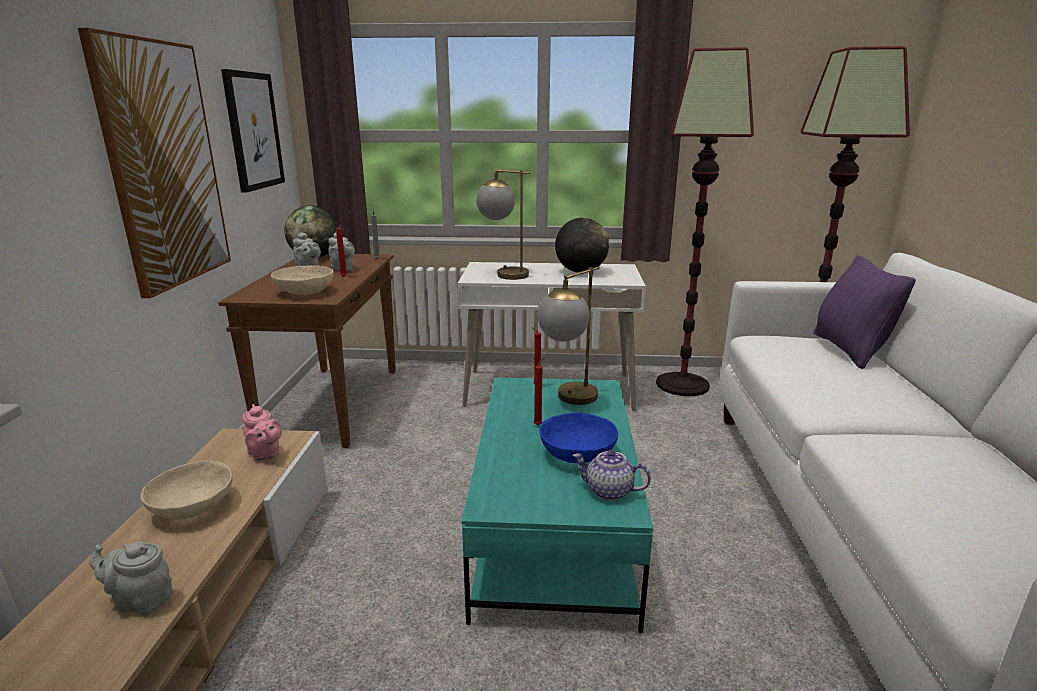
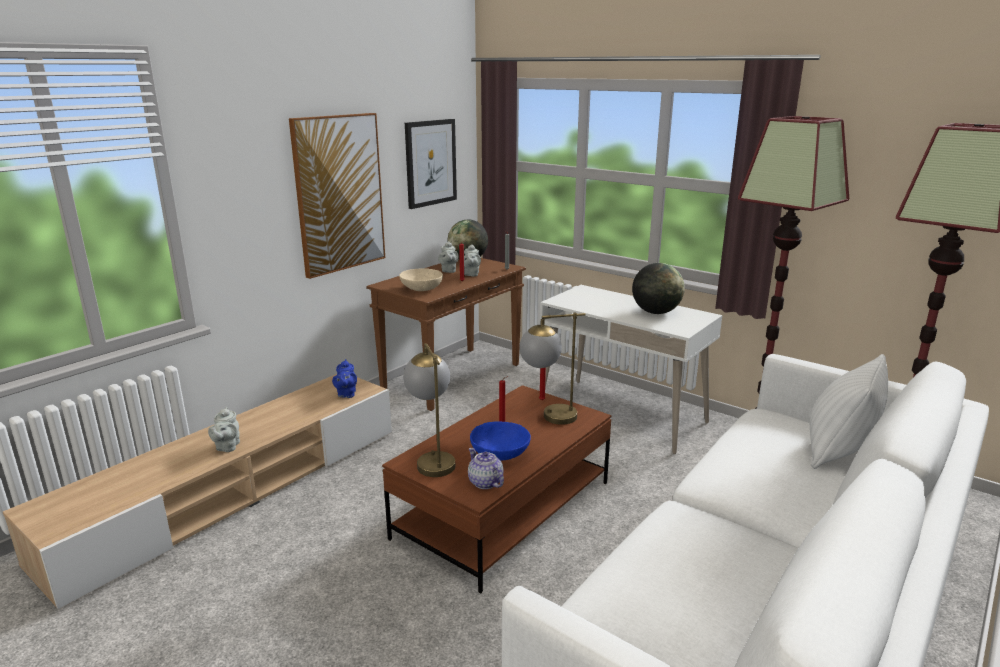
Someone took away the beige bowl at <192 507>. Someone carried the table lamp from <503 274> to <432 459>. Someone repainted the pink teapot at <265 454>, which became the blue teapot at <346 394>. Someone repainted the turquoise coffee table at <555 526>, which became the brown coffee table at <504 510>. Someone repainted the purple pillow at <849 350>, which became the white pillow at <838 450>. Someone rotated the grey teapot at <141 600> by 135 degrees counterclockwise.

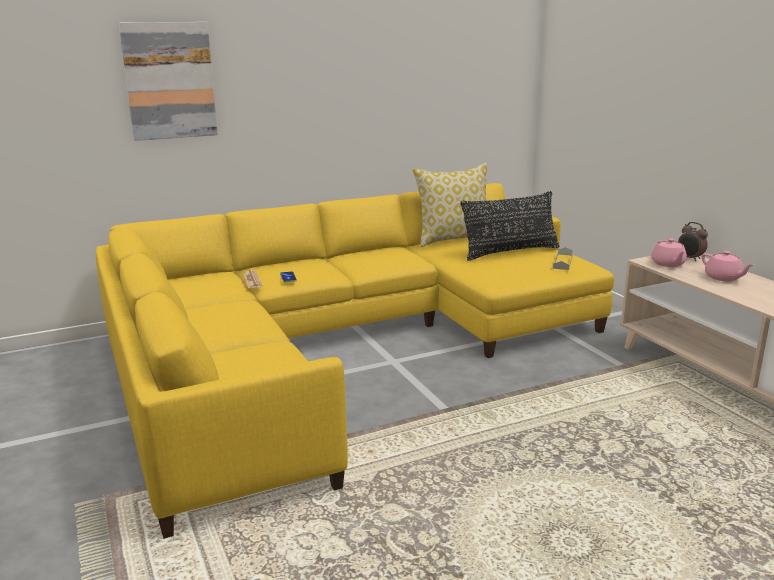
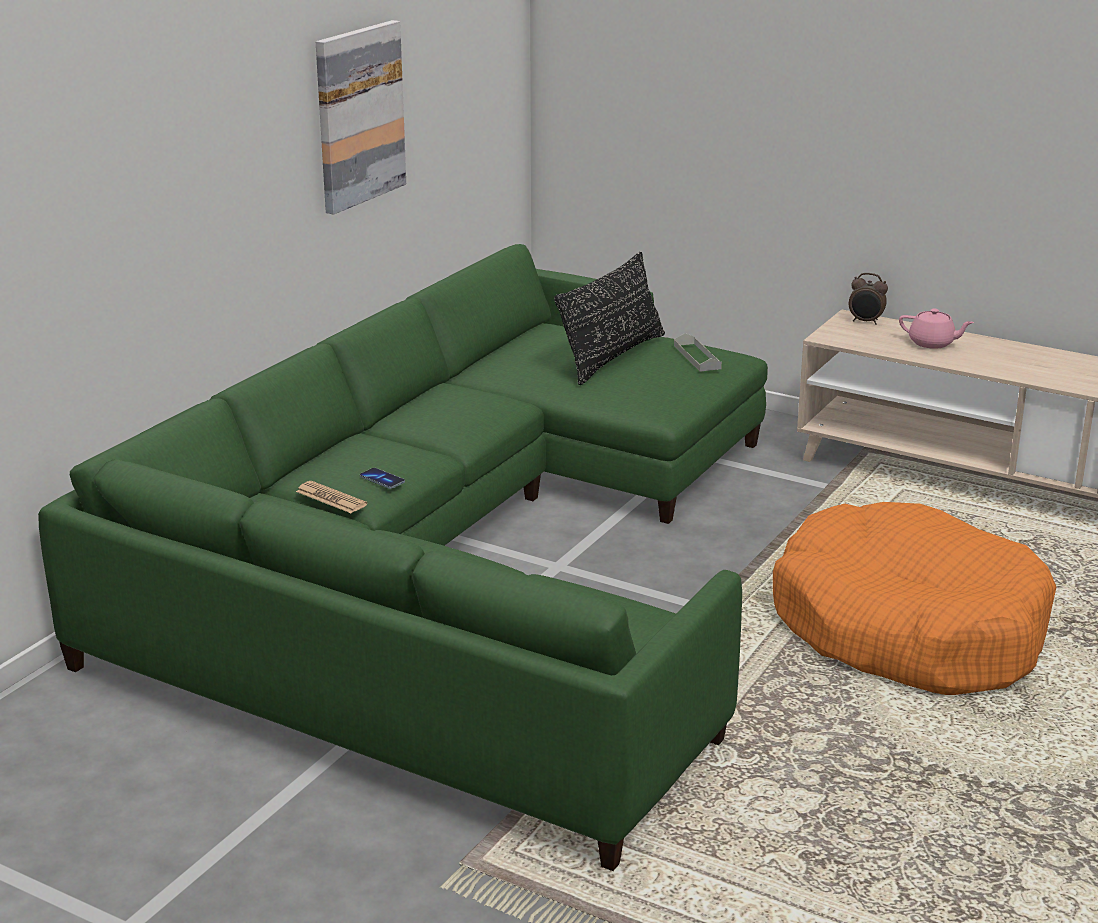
Someone took away the pillow at <453 239>. Someone took away the pink teapot at <668 264>. Someone put down the orange dog bed at <907 629>. Someone carried the picture from <169 81> to <359 115>. Someone repainted the yellow sofa at <342 346>, which became the green sofa at <458 566>.

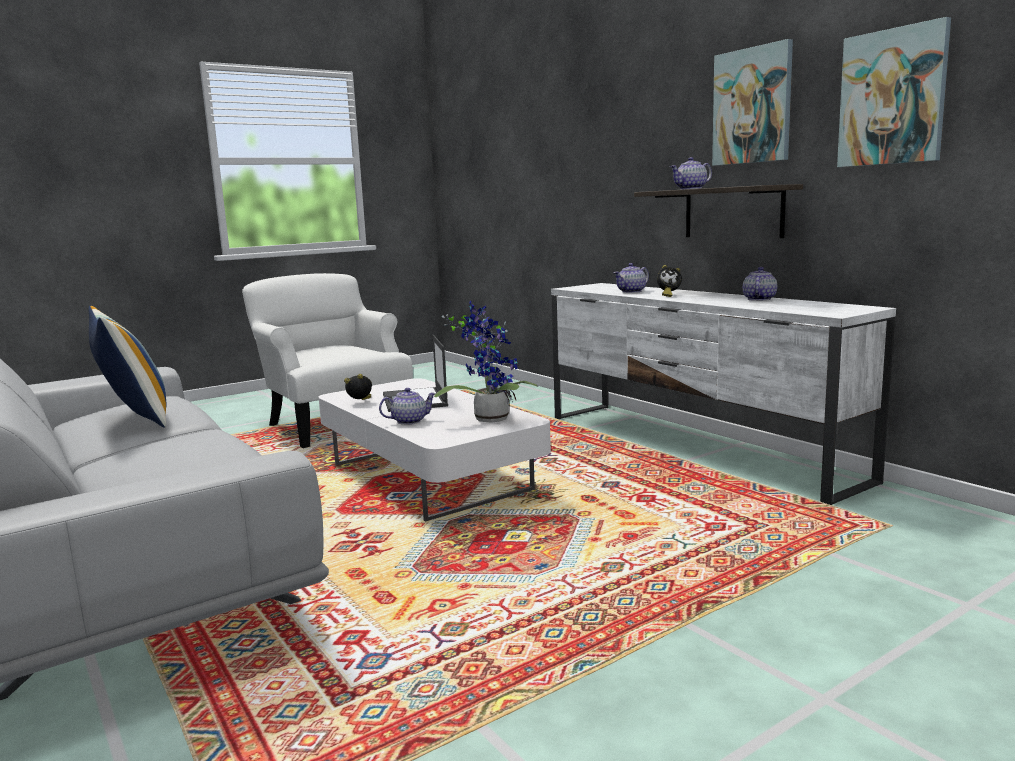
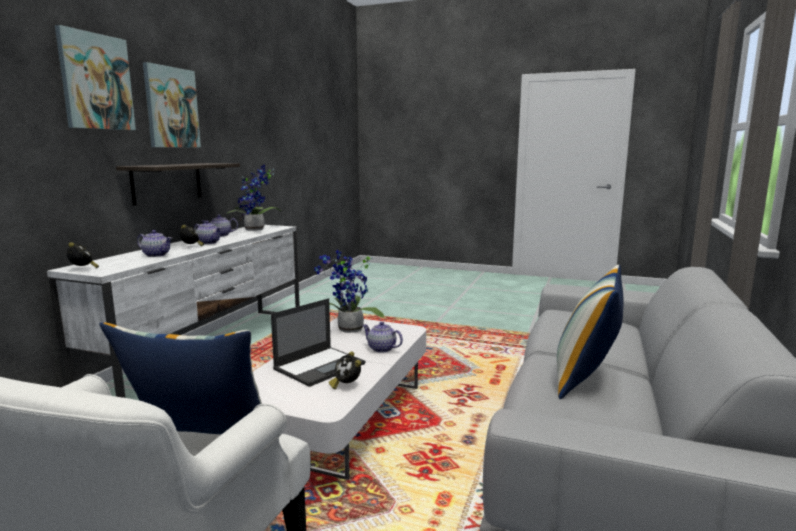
Someone put down the alarm clock at <83 269>. Someone put down the pillow at <199 444>. Someone put down the potted plant at <256 230>. Someone carried the teapot from <691 189> to <209 242>. Someone carried the picture from <892 97> to <96 82>.

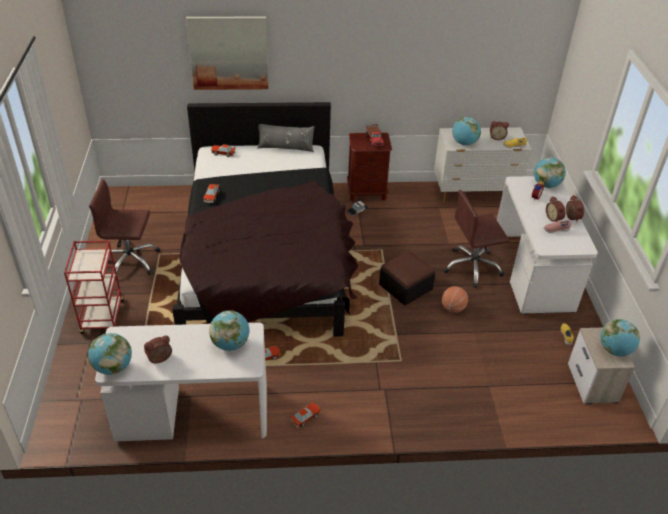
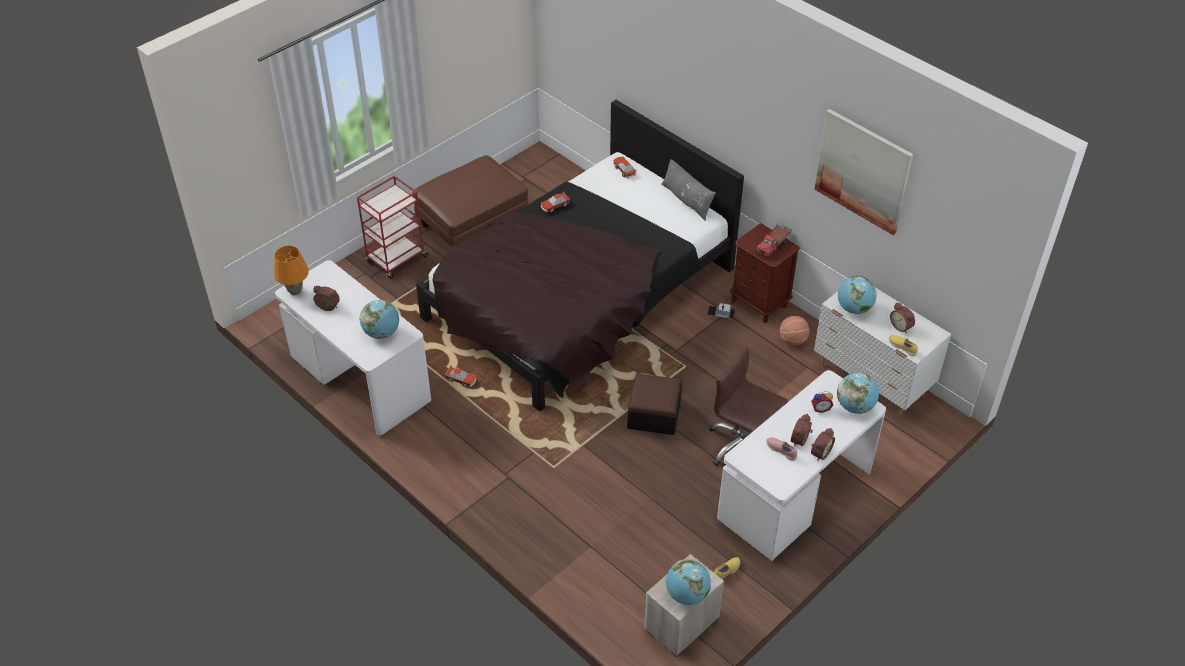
Someone took away the toy car at <305 417>. Someone carried the picture from <228 53> to <863 171>. Someone carried the basketball from <453 308> to <793 340>. Someone swapped the globe at <113 367> for the orange table lamp at <295 291>. Someone swapped the brown office chair at <130 261> for the brown ottoman at <473 226>.

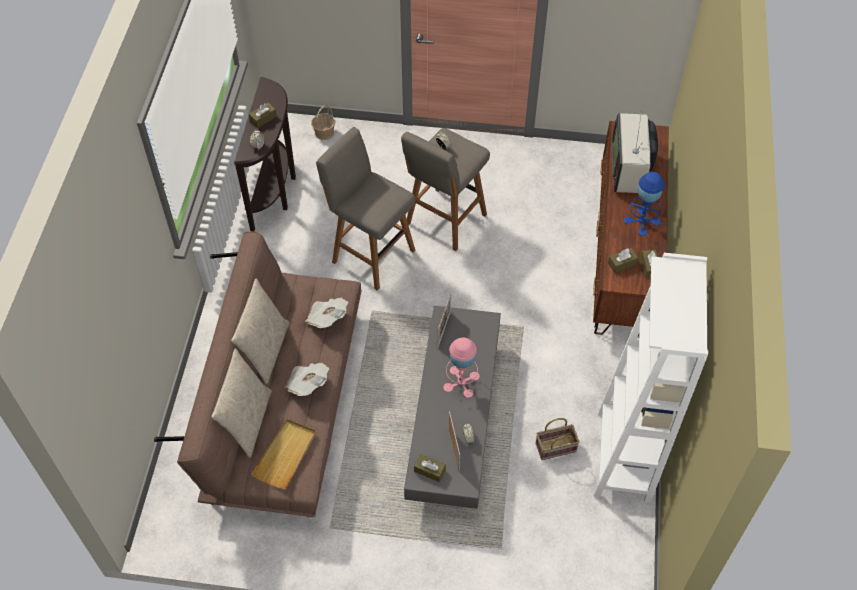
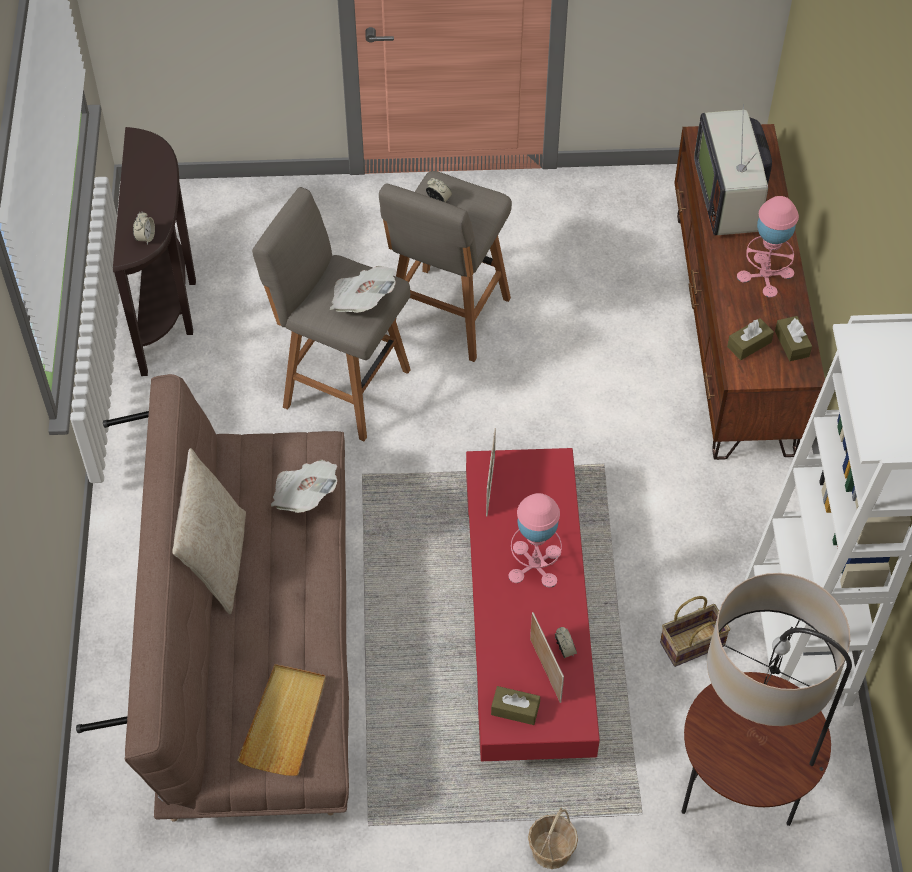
Someone took away the beige pillow at <247 421>. Someone took away the brown tissue box at <263 119>. Someone put down the floor lamp at <738 798>. Someone carried the newspaper from <307 384> to <362 301>. Someone carried the basket from <324 132> to <551 850>. Someone repainted the grey coffee table at <453 419>, which became the red coffee table at <525 625>. Someone repainted the blue table lamp at <642 221>, which became the pink table lamp at <765 275>.

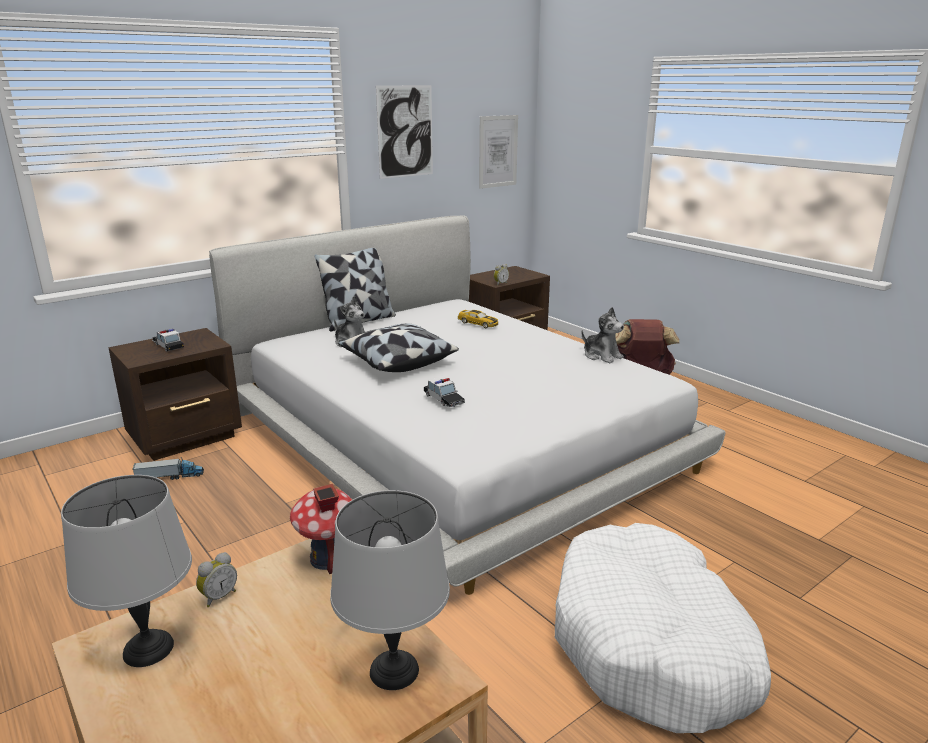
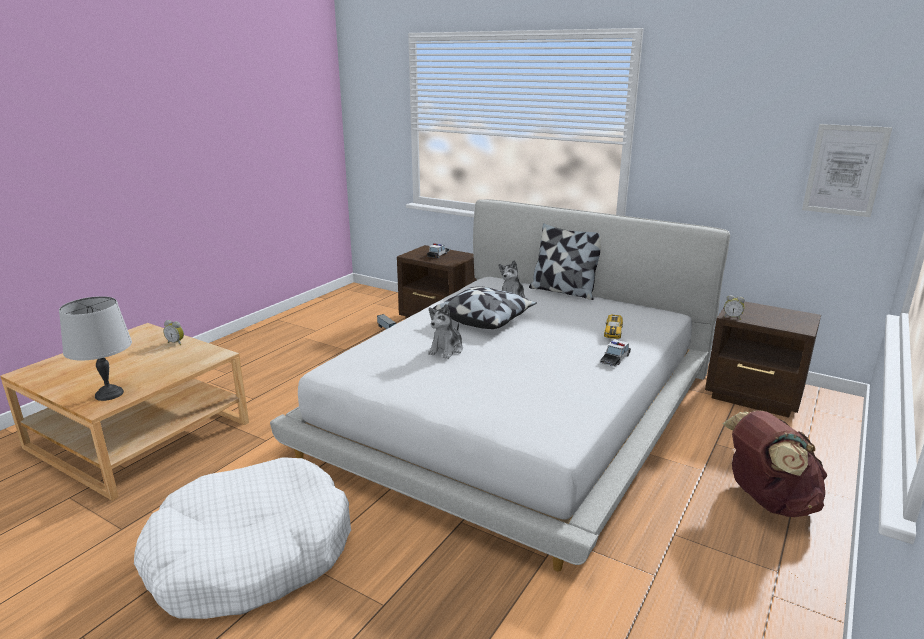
Someone took away the grey table lamp at <148 650>. Someone took away the toy house at <327 558>. Someone took away the picture at <405 131>. Someone carried the toy car from <443 399> to <615 359>. Someone carried the plush toy from <601 356> to <446 350>.

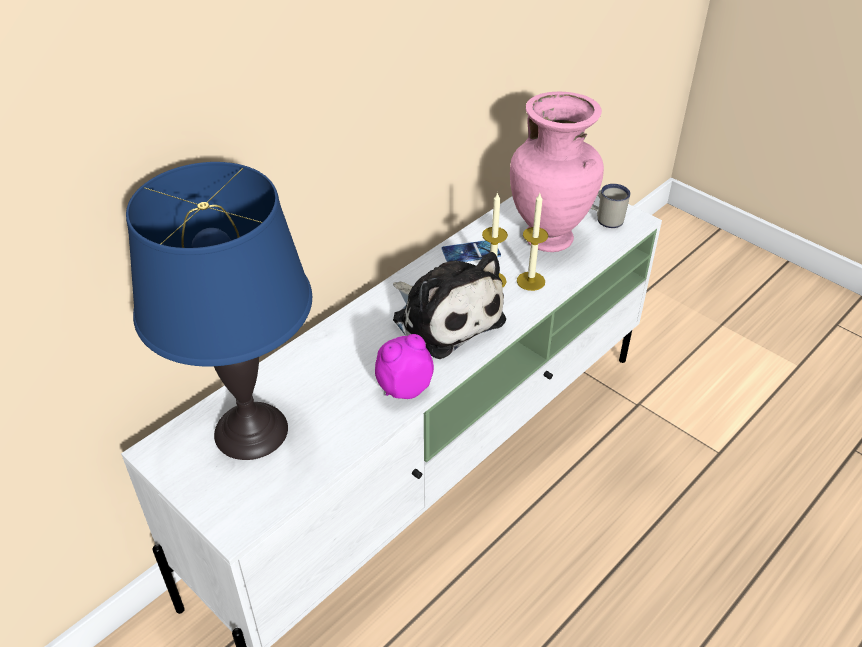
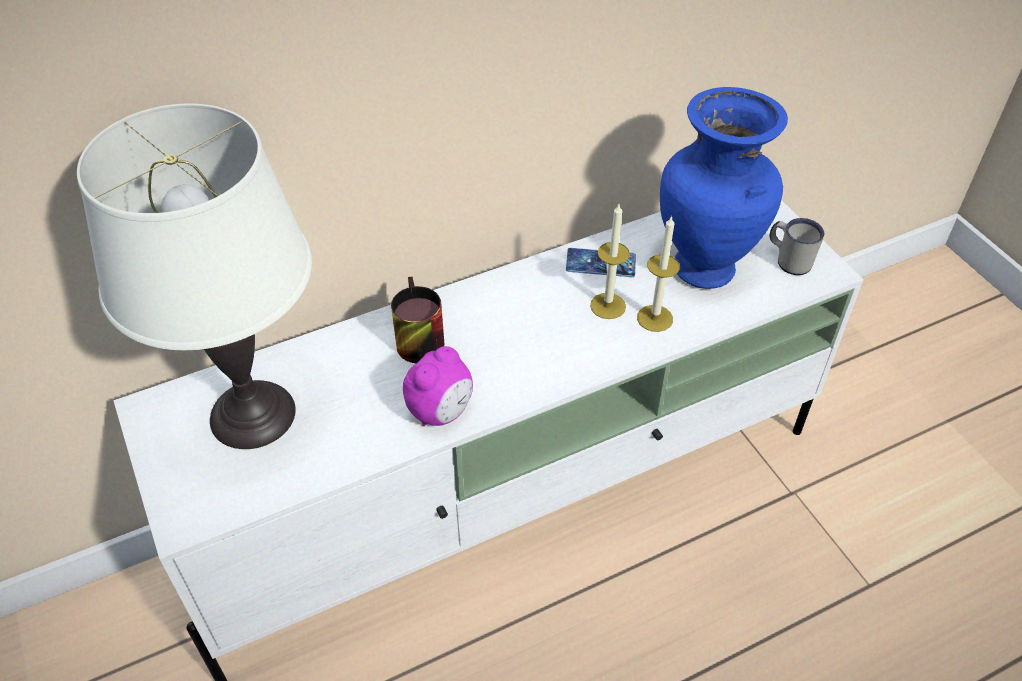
Someone took away the plush toy at <445 317>. Someone put down the mug at <414 339>. Someone repainted the blue table lamp at <251 431>, which became the white table lamp at <253 415>. Someone repainted the pink vase at <549 238>, which became the blue vase at <705 268>. Someone rotated the alarm clock at <404 387> by 135 degrees clockwise.

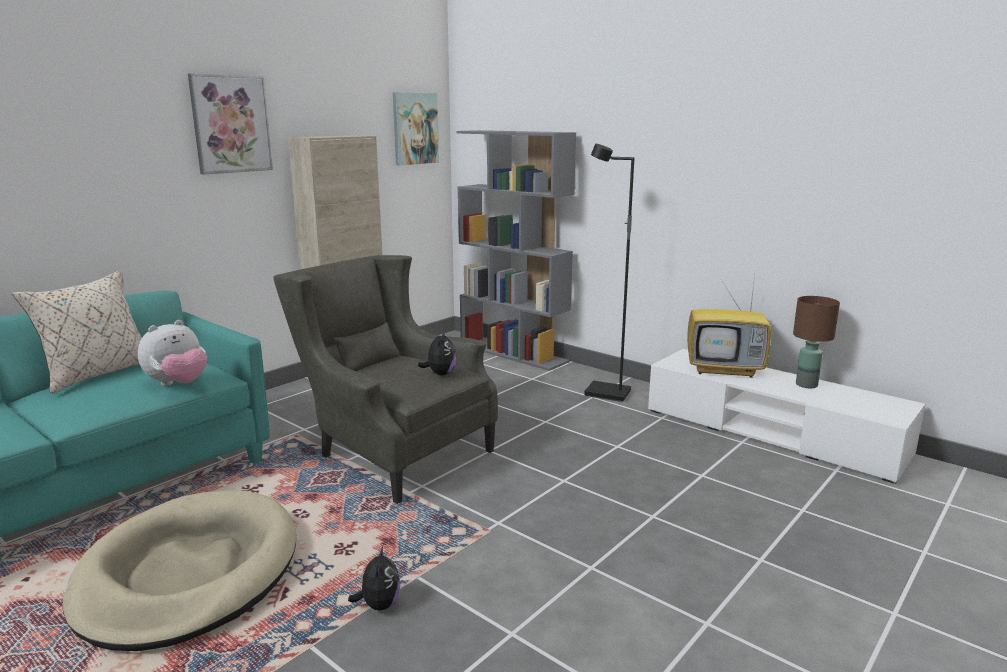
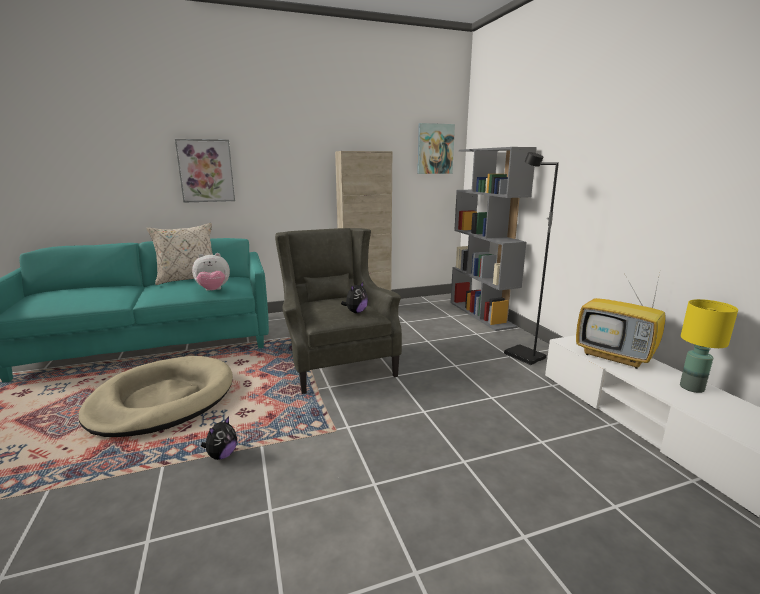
Someone carried the picture from <231 124> to <206 171>. Someone repainted the brown table lamp at <807 385>, which became the yellow table lamp at <692 388>.

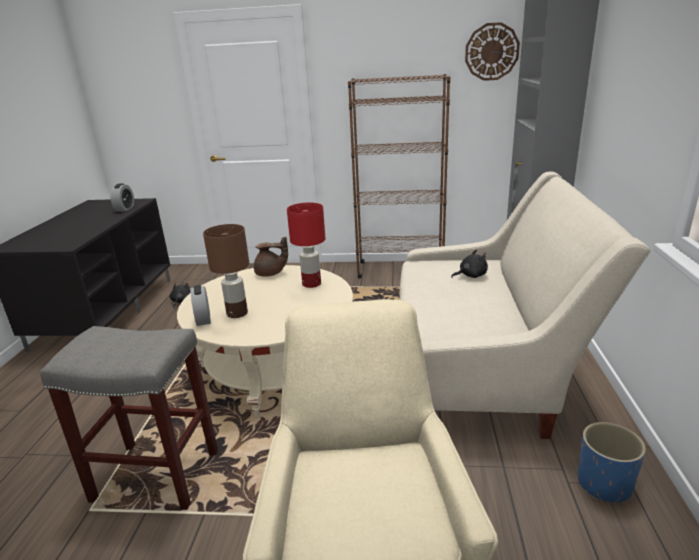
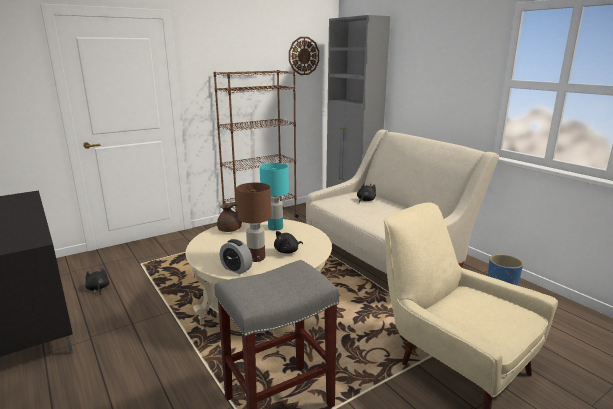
Someone took away the alarm clock at <125 208>. Someone put down the black plush toy at <287 251>. Someone repainted the red table lamp at <311 284>, which became the turquoise table lamp at <275 228>.

